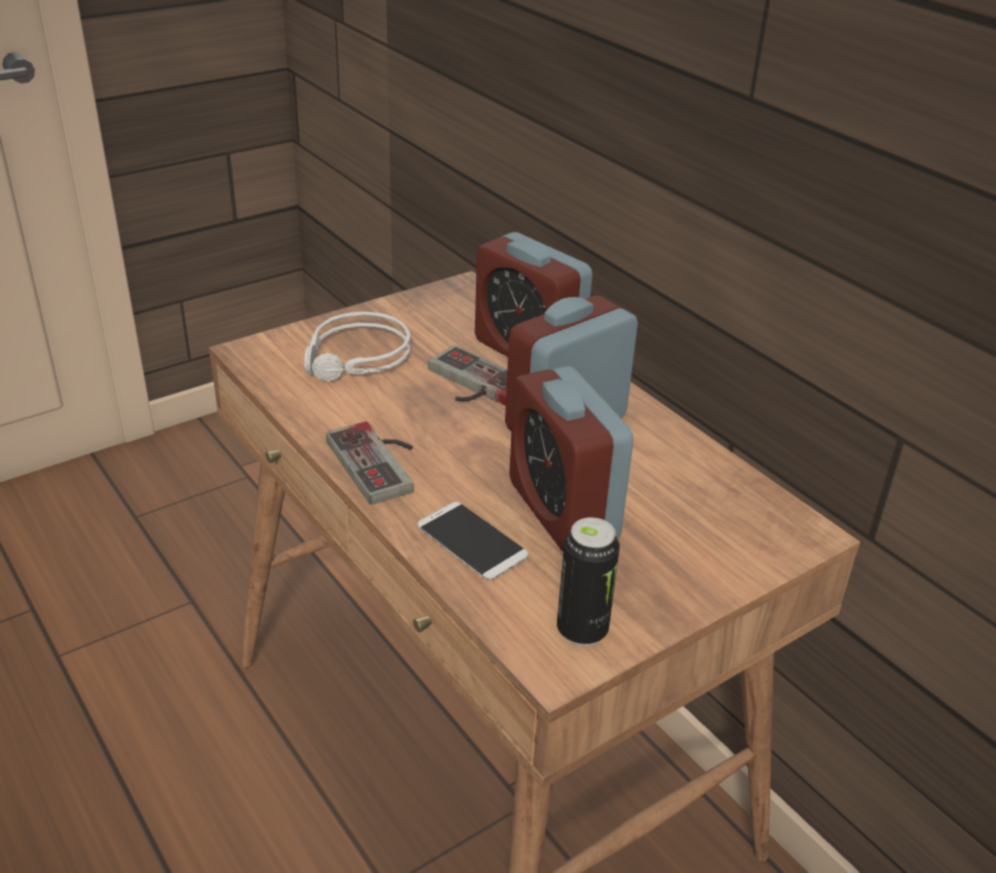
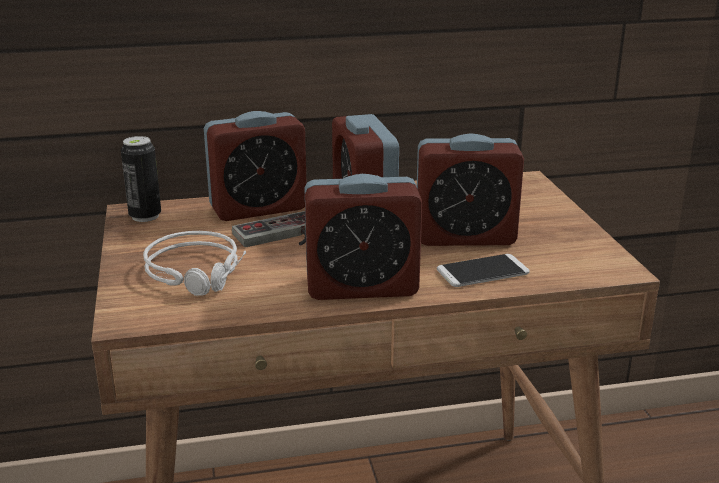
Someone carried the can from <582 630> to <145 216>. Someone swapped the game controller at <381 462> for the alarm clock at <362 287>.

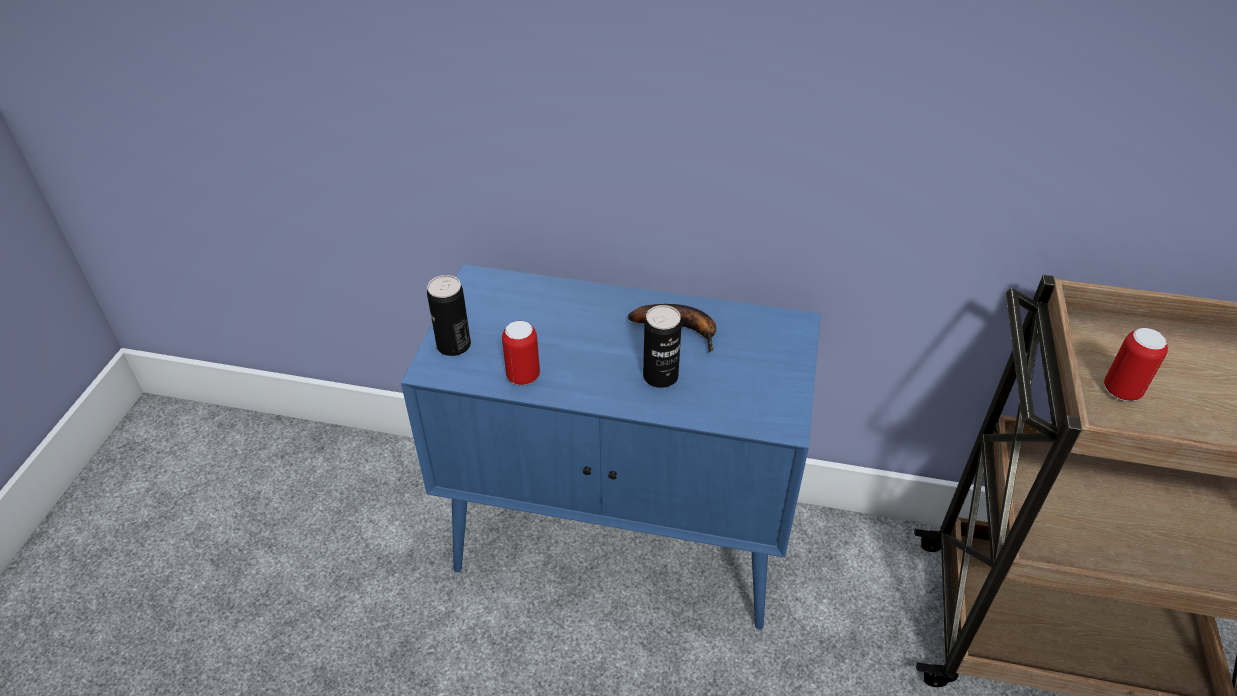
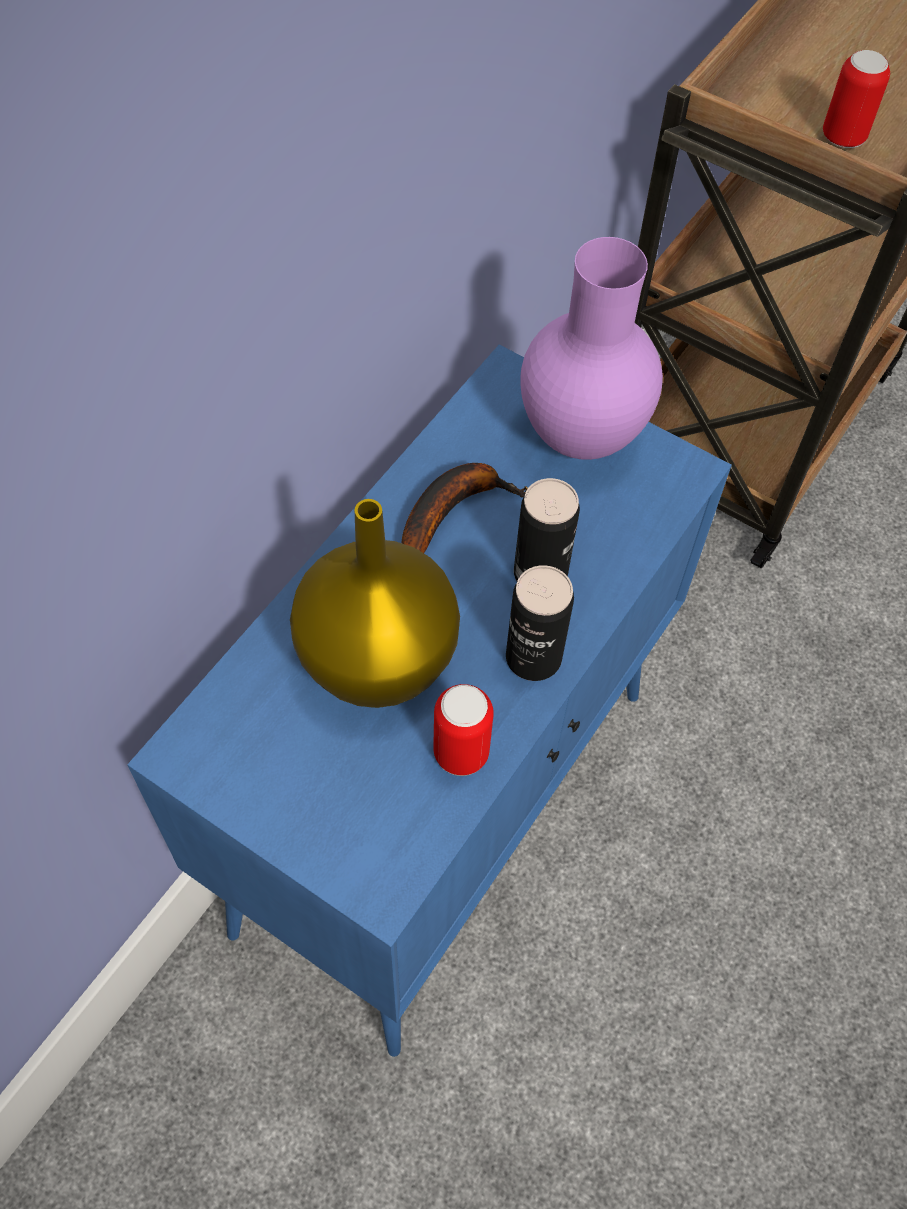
Someone put down the yellow vase at <376 658>. Someone put down the purple vase at <578 435>. Someone carried the can from <454 345> to <533 657>.

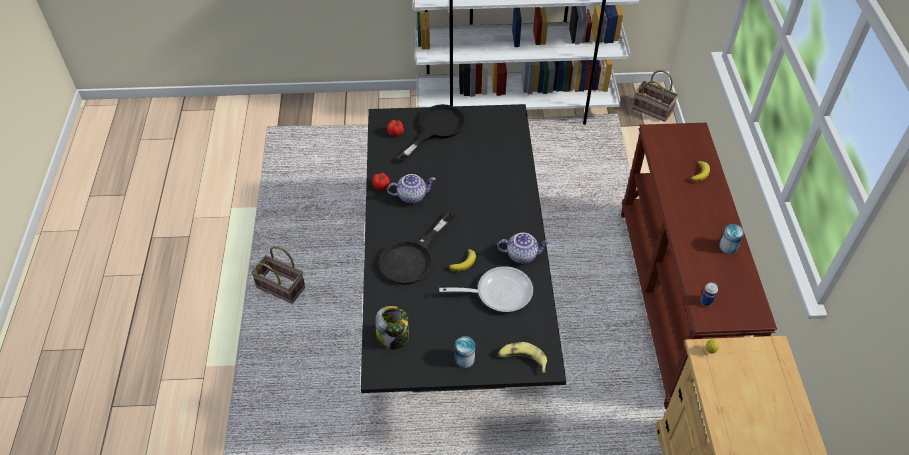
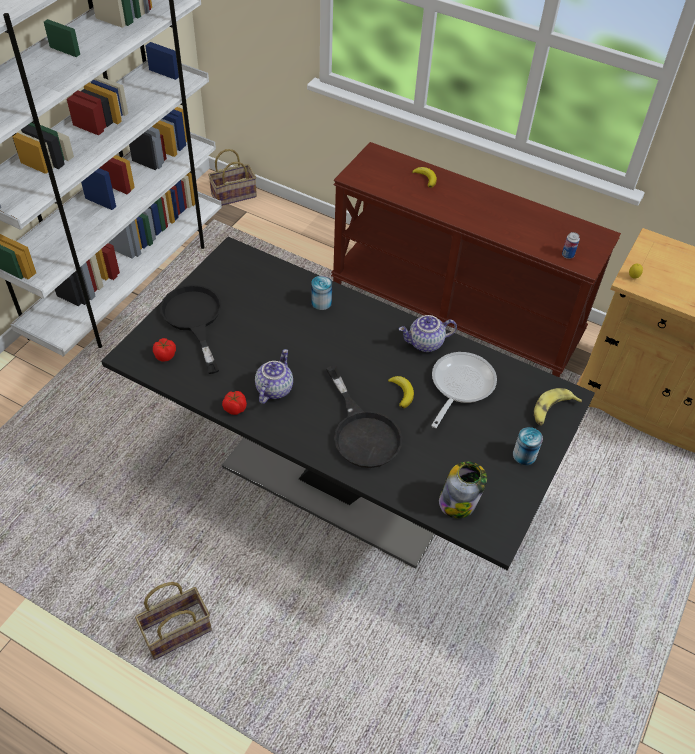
Someone carried the can from <728 246> to <321 302>. Someone rotated the teapot at <522 255> by 135 degrees counterclockwise.

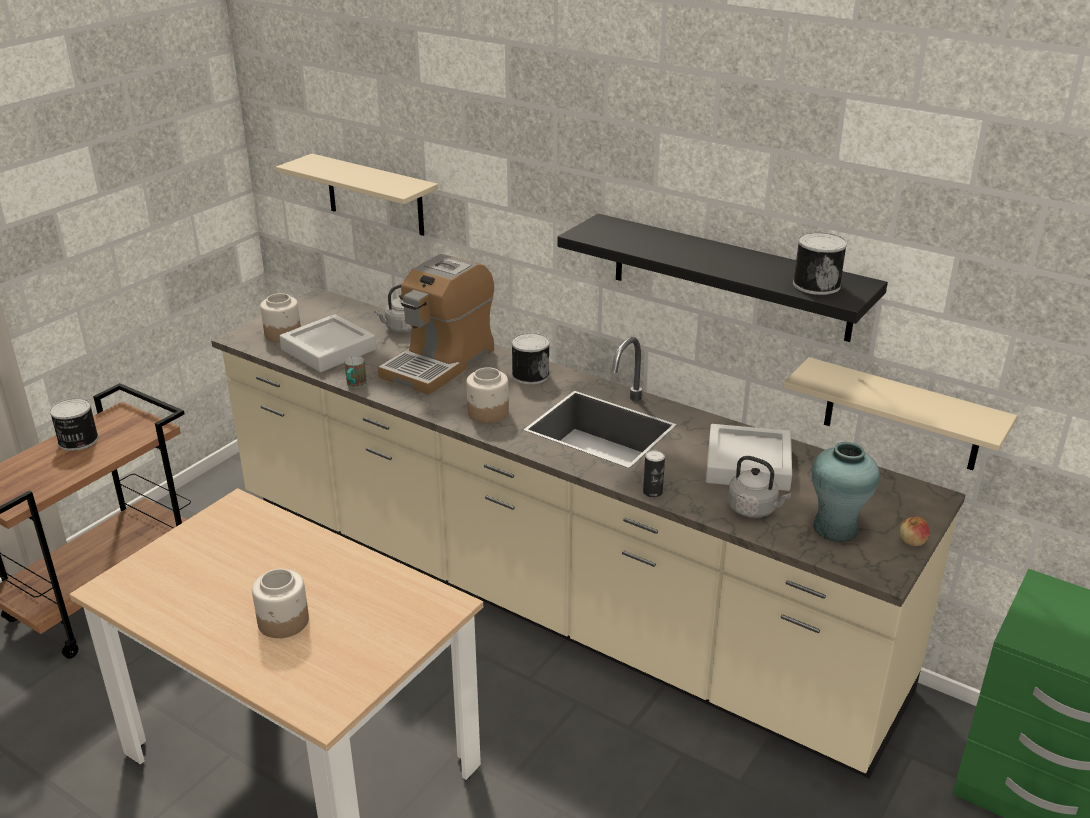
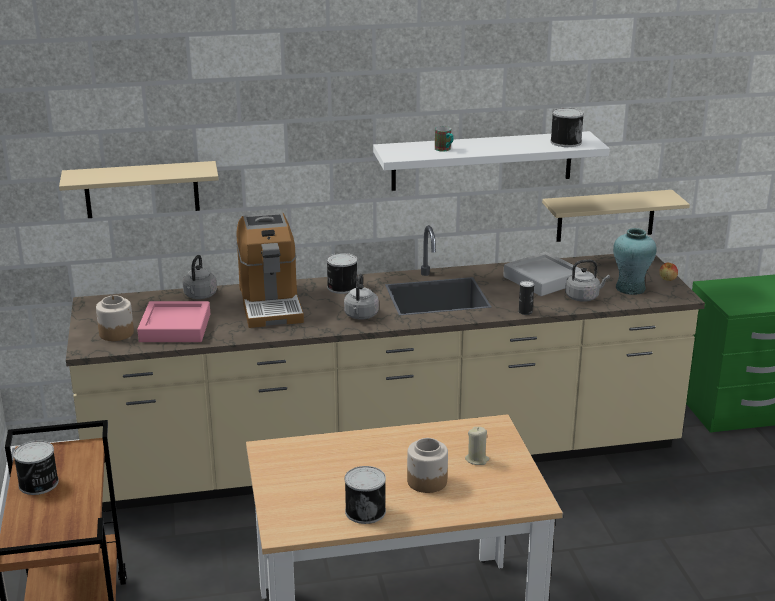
Someone put down the can at <365 510>. Someone put down the beige candle at <477 459>. Someone carried the mug from <355 385> to <445 150>. Someone swapped the jar at <488 413> for the grey kettle at <361 316>. Someone repainted the grey tray at <328 349>, which became the pink tray at <175 328>. Someone repainted the black shelf at <730 277>, which became the white shelf at <482 161>.

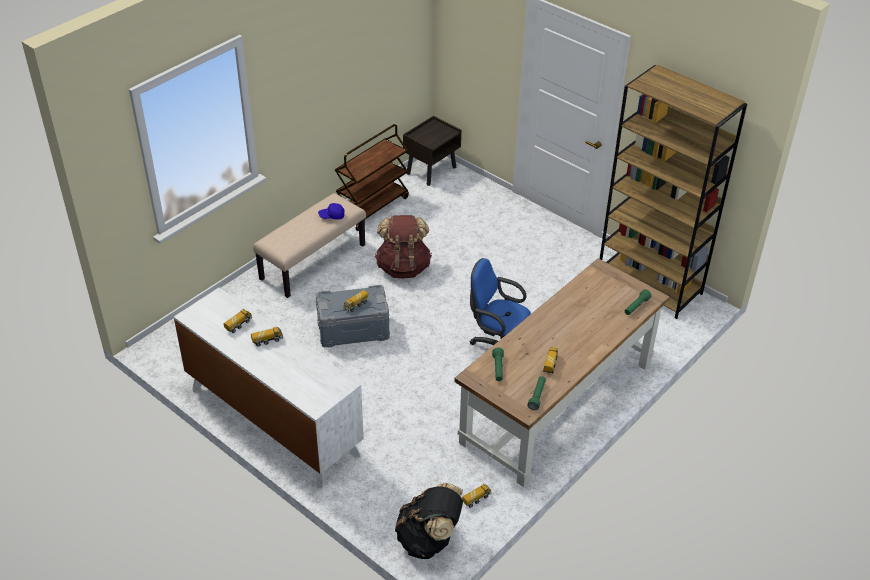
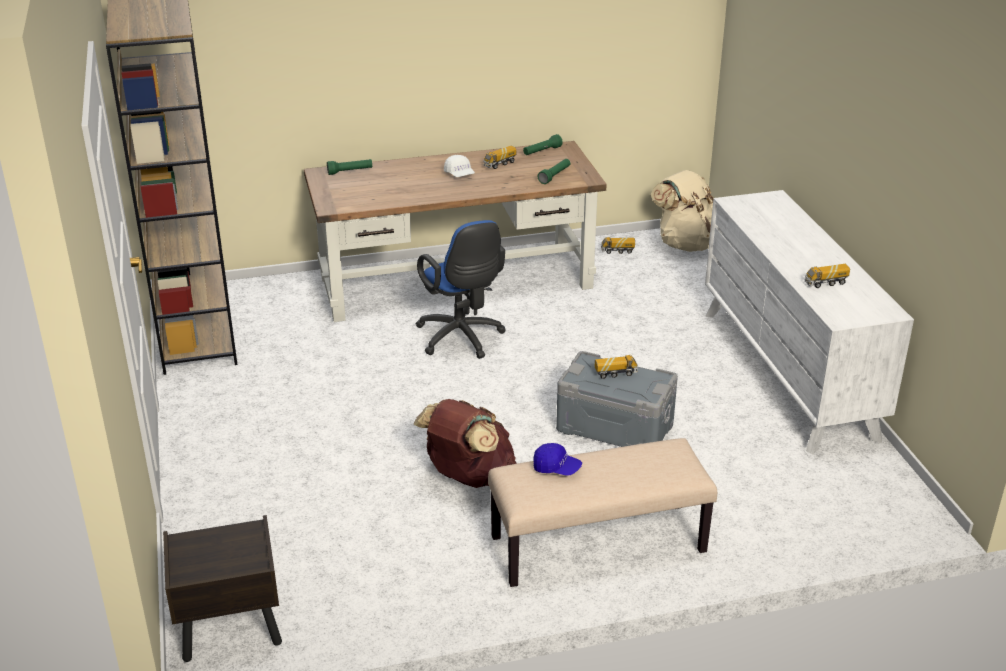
Someone took away the toy truck at <267 340>. Someone took away the brown cart at <372 207>. Someone put down the white cap at <459 174>. Someone repainted the black backpack at <429 539>, which became the beige backpack at <686 244>.

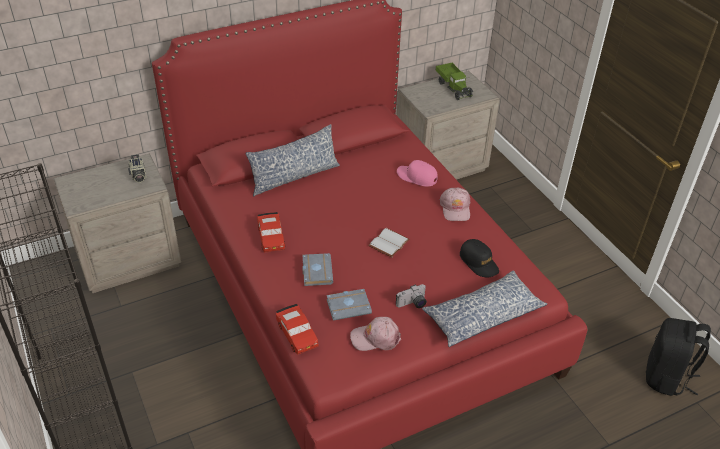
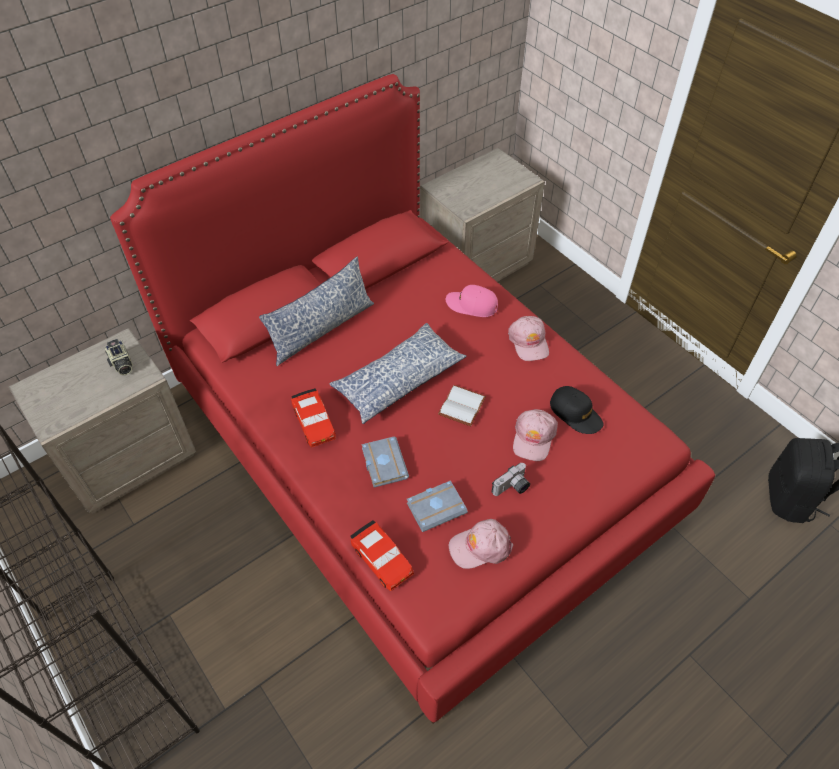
Someone took away the toy truck at <453 87>. Someone put down the pink cap at <533 437>. Someone carried the pillow from <481 315> to <397 379>.

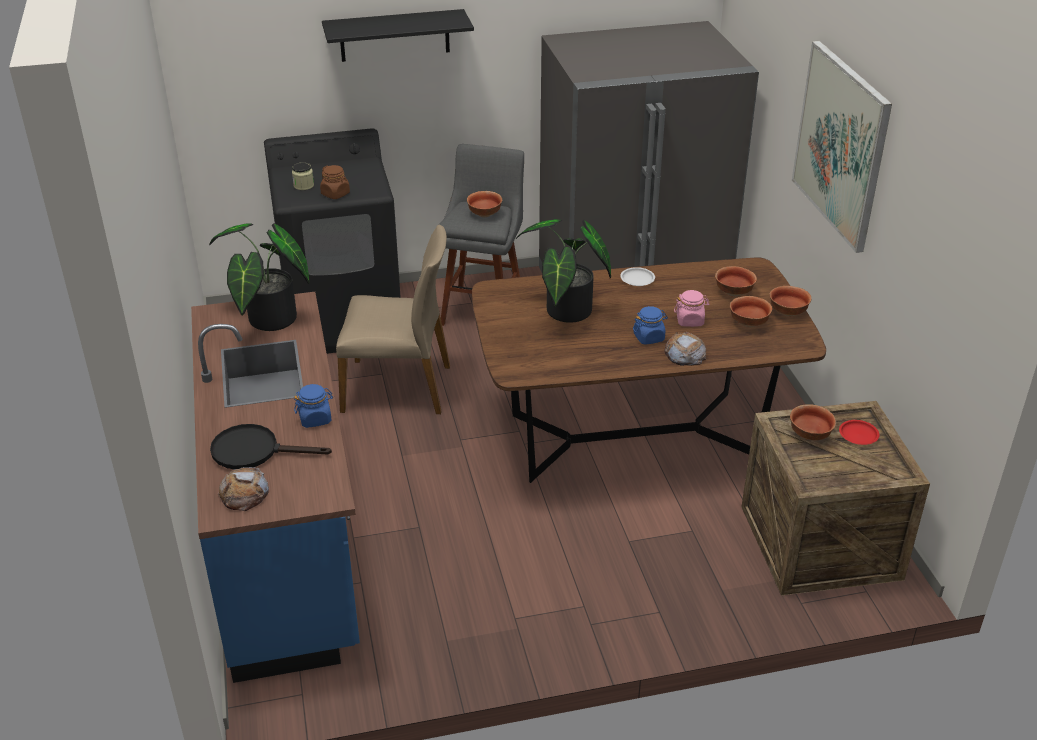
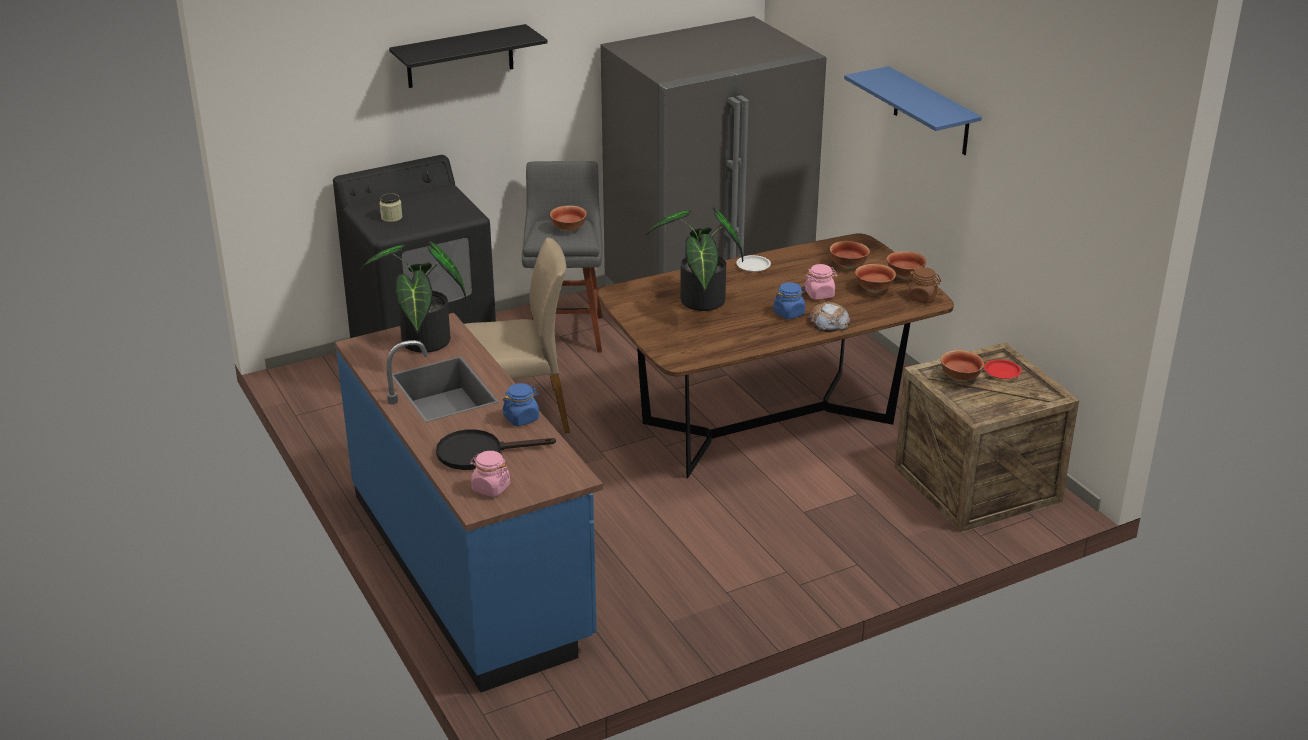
Someone carried the brown jar from <335 194> to <922 298>. Someone swapped the bread at <244 494> for the pink jar at <490 488>. Someone swapped the picture at <841 145> for the blue shelf at <931 112>.

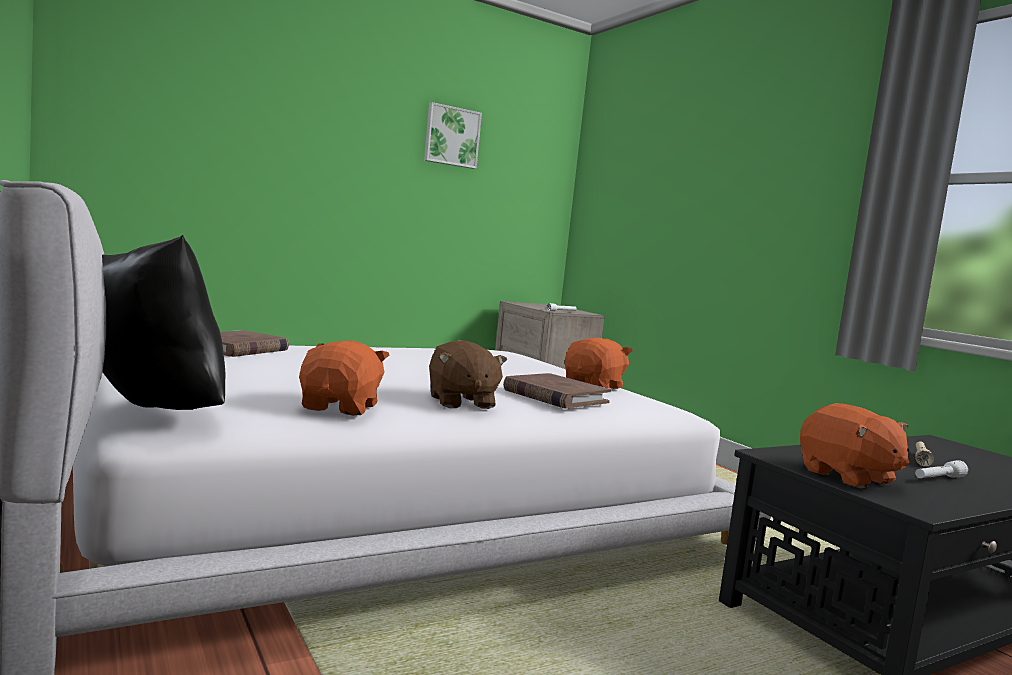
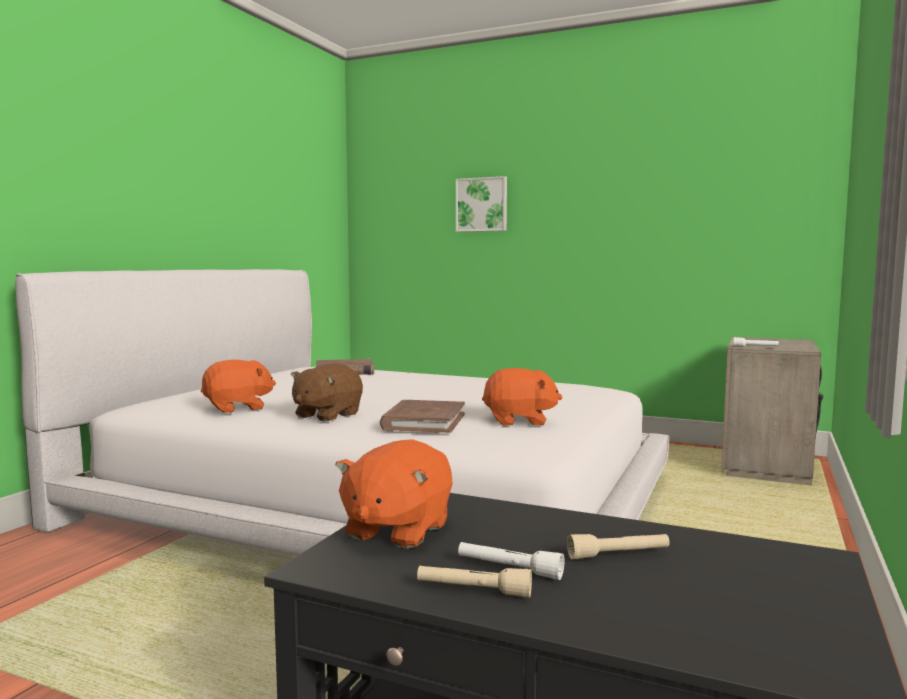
Someone took away the black pillow at <144 413>. Someone put down the beige flashlight at <473 591>. Someone carried the picture from <451 136> to <482 204>.

